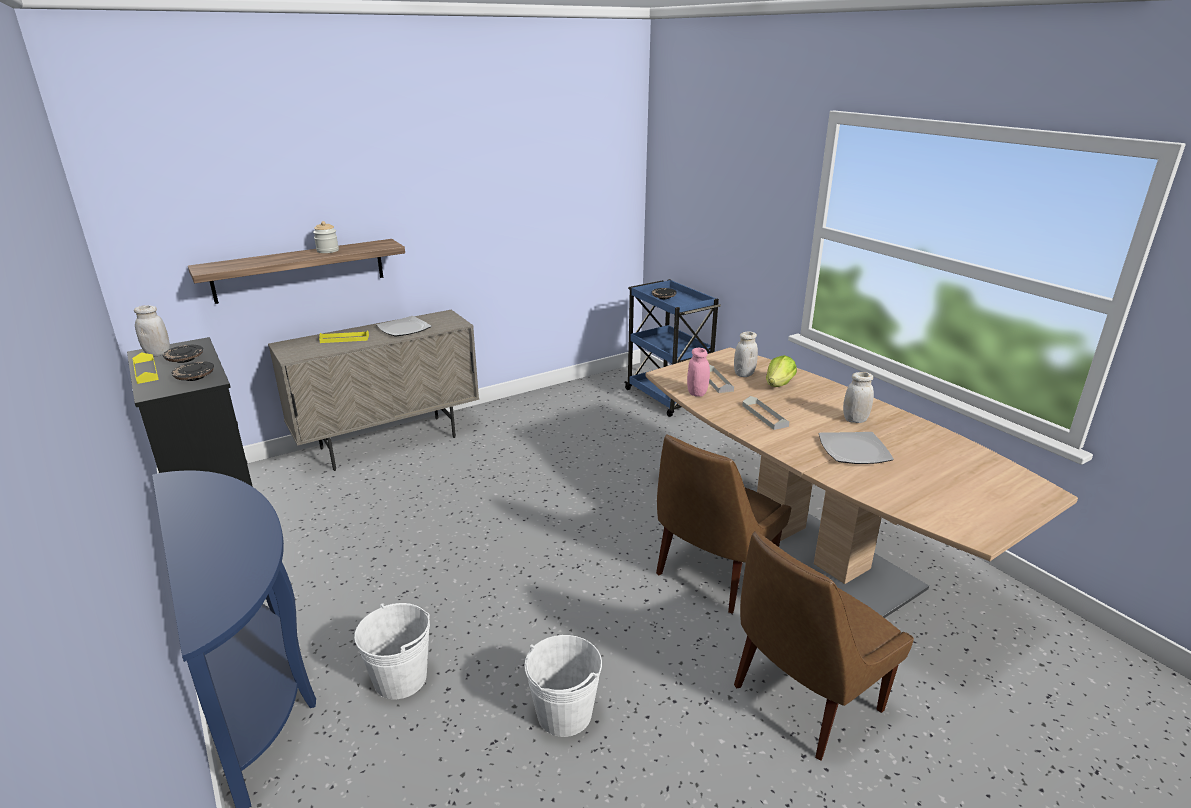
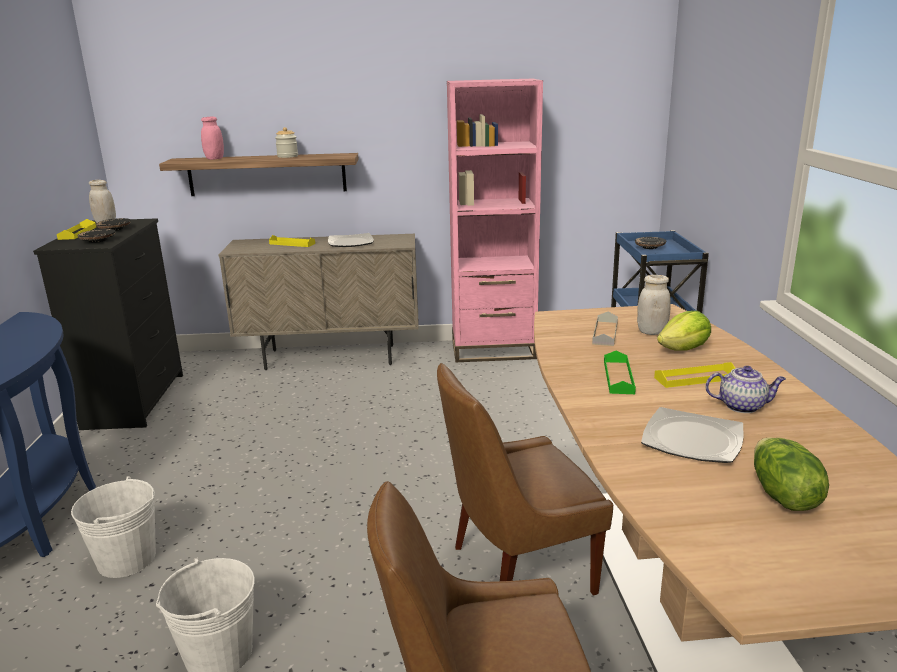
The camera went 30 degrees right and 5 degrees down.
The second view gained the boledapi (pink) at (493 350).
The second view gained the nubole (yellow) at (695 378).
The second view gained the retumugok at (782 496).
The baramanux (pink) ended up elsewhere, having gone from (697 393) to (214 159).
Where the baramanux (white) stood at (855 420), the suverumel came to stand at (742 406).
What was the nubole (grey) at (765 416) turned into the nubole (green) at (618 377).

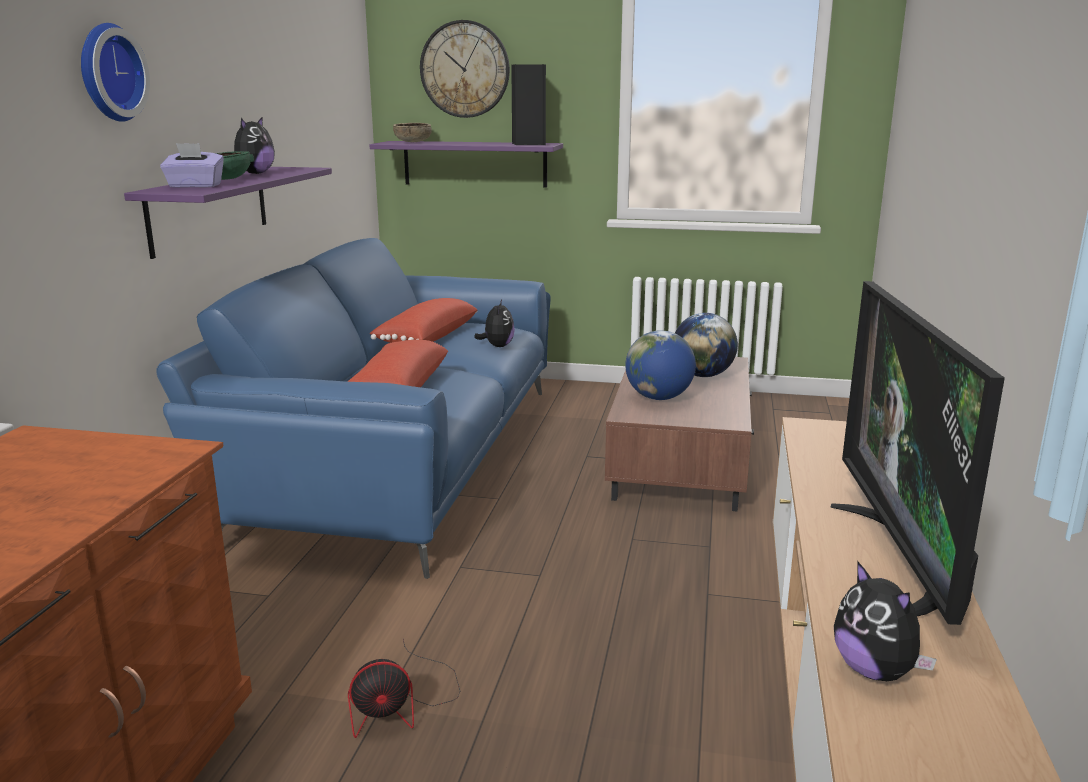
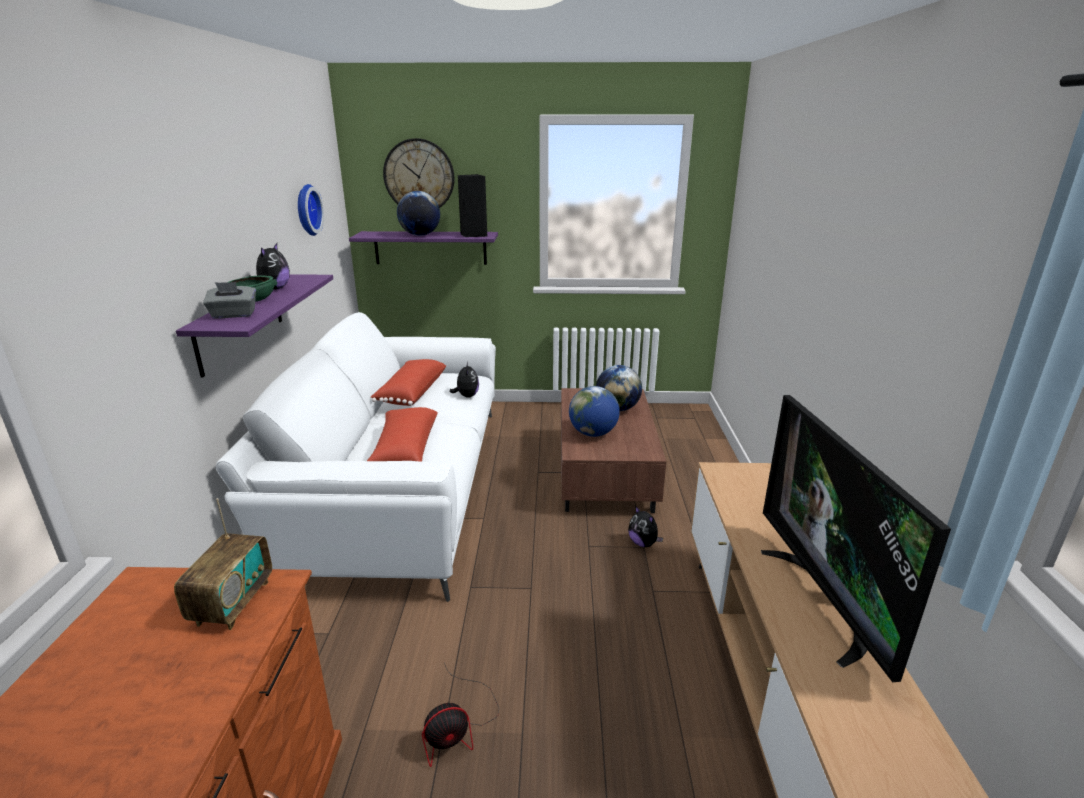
The camera went 10 degrees left and 5 degrees up.
The second view lost the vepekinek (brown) at (412 142).
The second view gained the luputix at (233 603).
The second view gained the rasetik at (420 235).
The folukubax ended up elsewhere, having gone from (107 73) to (306 210).
The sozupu ended up elsewhere, having gone from (875 671) to (643 543).
What was the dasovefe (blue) at (402 456) turned into the dasovefe (white) at (401 485).
What was the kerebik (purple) at (195 186) turned into the kerebik (grey) at (233 315).

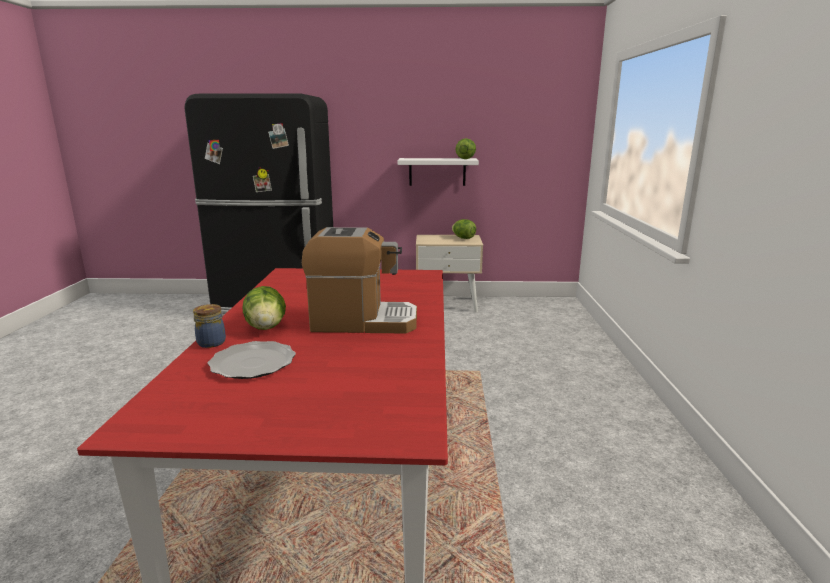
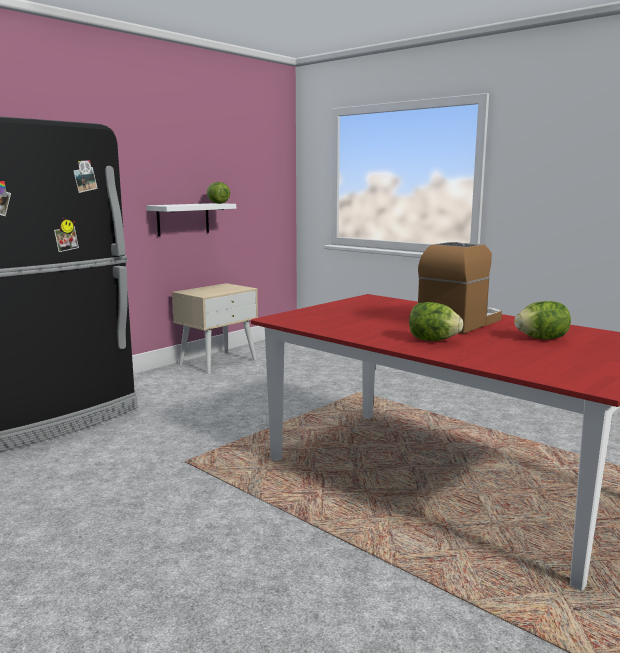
The camera went 50 degrees left and 5 degrees down.
The second view lost the baramanux at (210 342).
The second view lost the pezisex at (253 363).
The retumugok ended up elsewhere, having gone from (463 238) to (541 339).

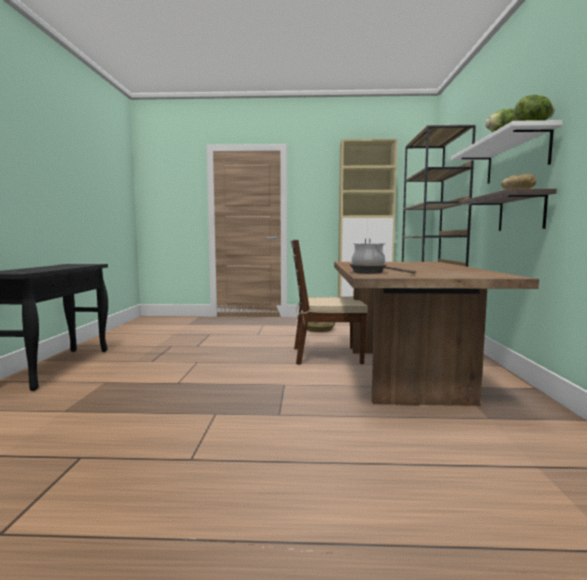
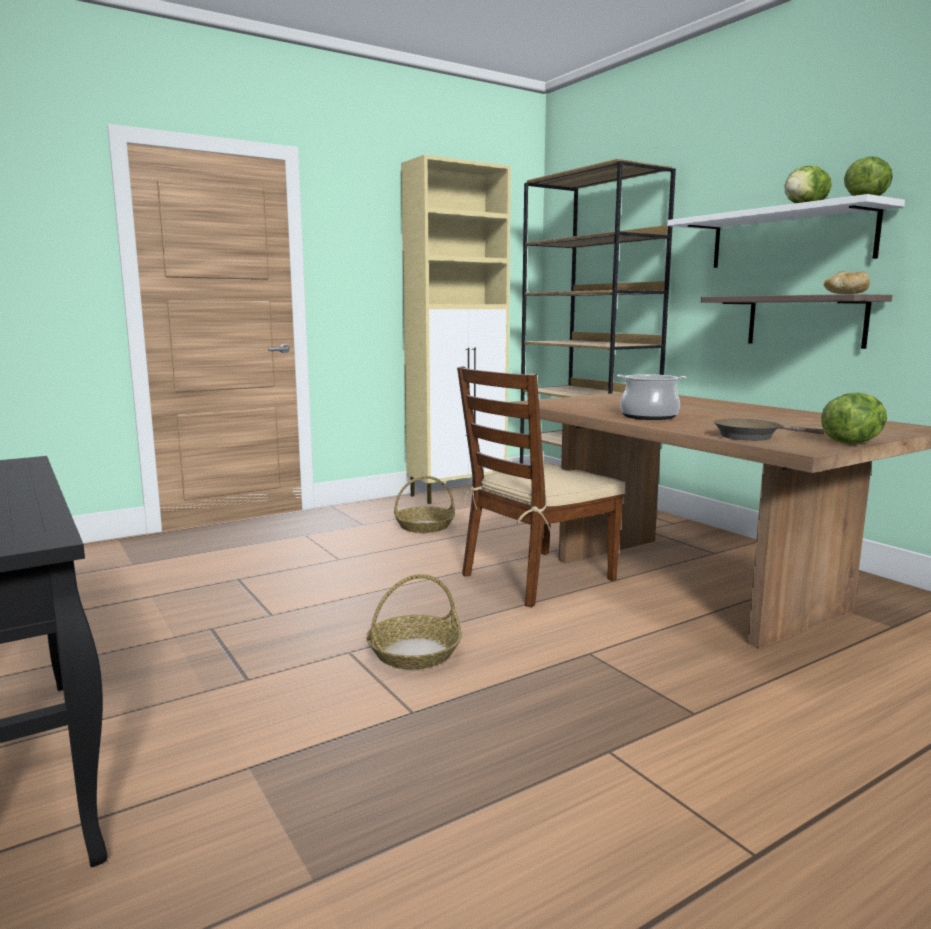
The camera went 35 degrees left and 5 degrees up.
The second view gained the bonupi at (415 652).
The second view gained the retumugok at (852 442).

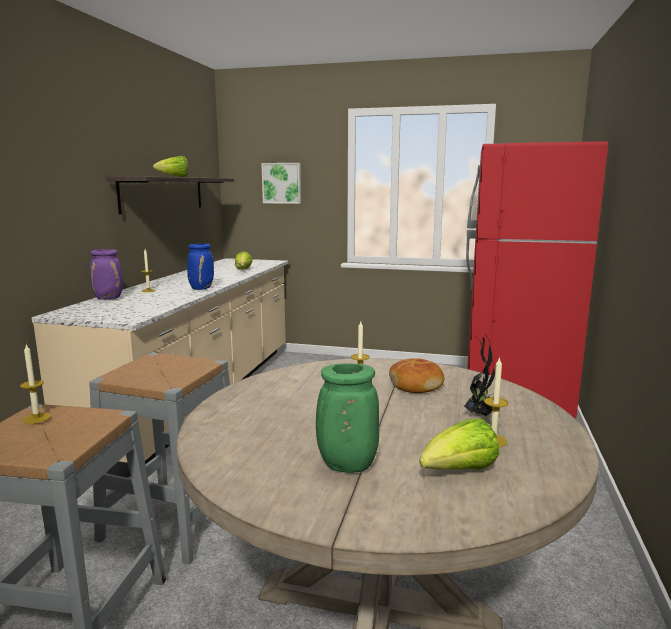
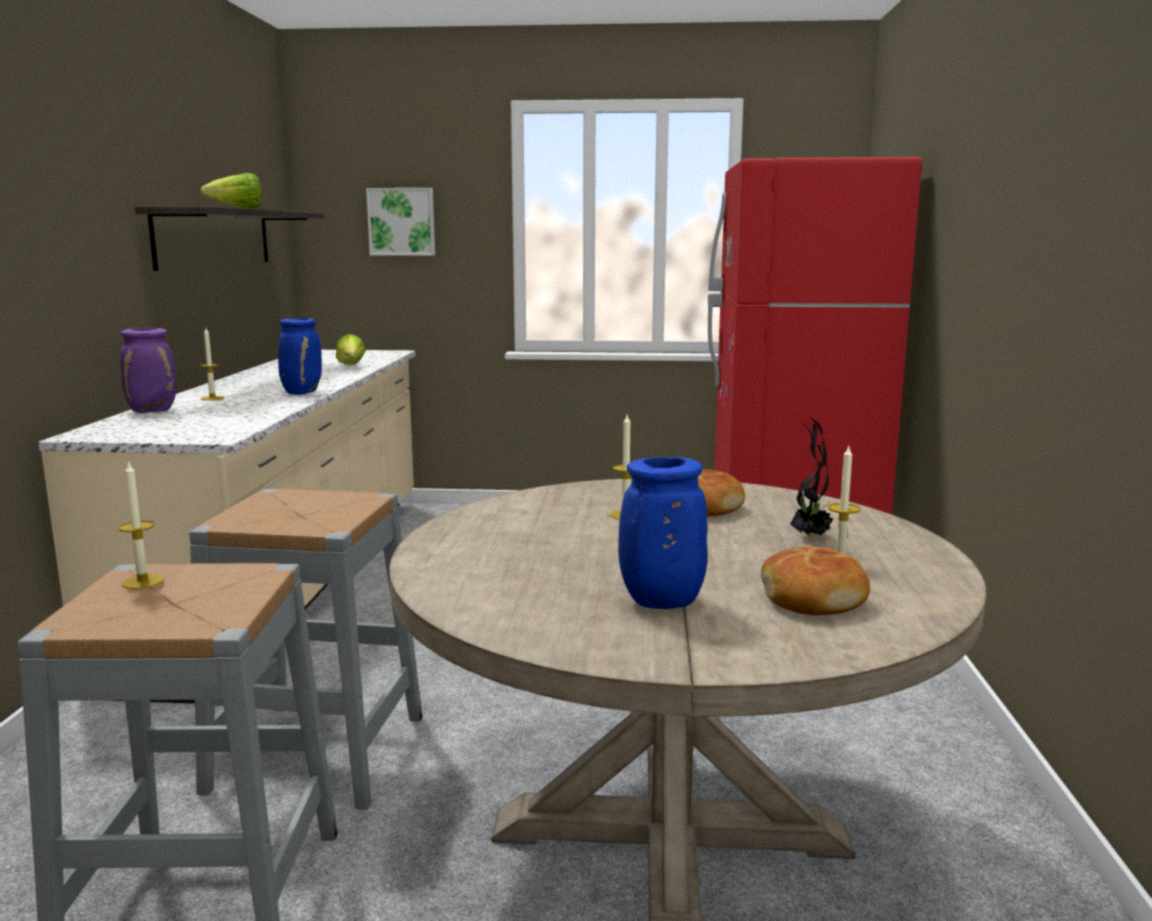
The camera went 10 degrees left and 0 degrees up.
Where the retumugok stood at (459 472), the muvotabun came to stand at (813 598).
What was the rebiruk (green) at (346 466) turned into the rebiruk (blue) at (660 603).

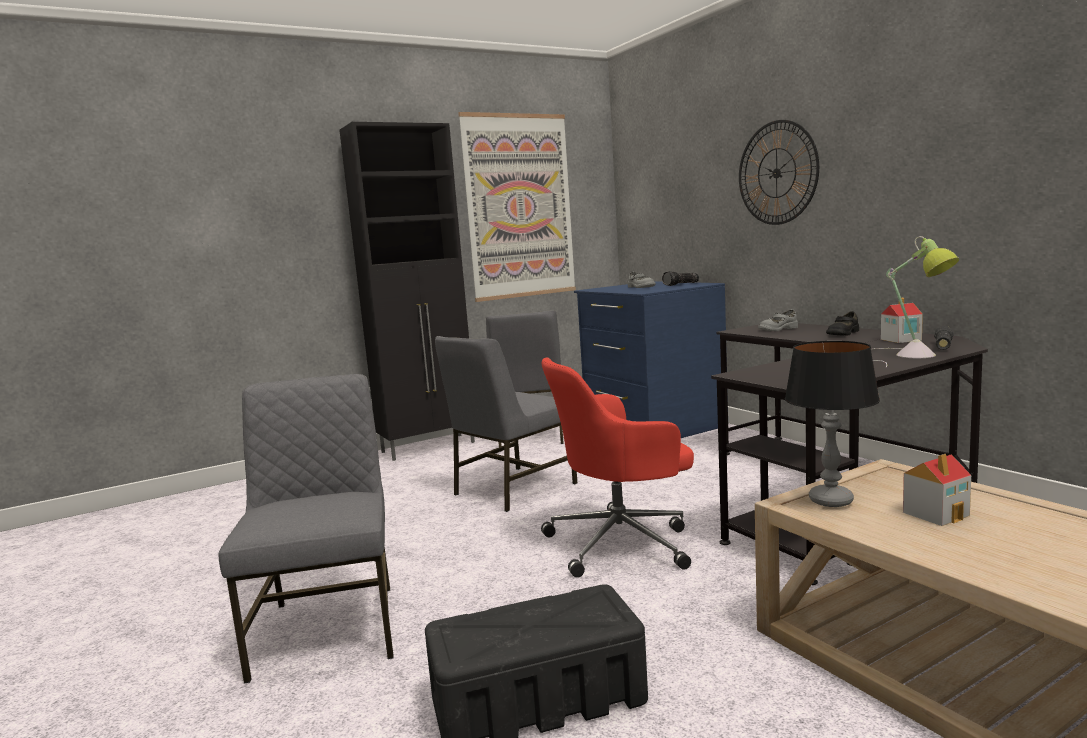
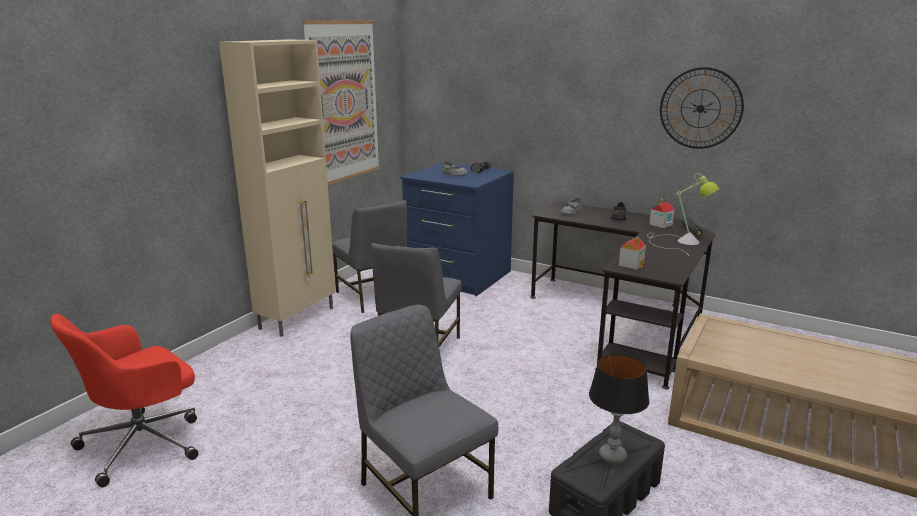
The camera went 30 degrees left and 10 degrees up.
The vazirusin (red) ended up elsewhere, having gone from (622 543) to (144 443).
The folukubax ended up elsewhere, having gone from (777 173) to (700 108).
The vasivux ended up elsewhere, having gone from (831 500) to (612 456).
The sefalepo ended up elsewhere, having gone from (936 513) to (631 264).
What was the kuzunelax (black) at (430 447) turned into the kuzunelax (beige) at (298 318).

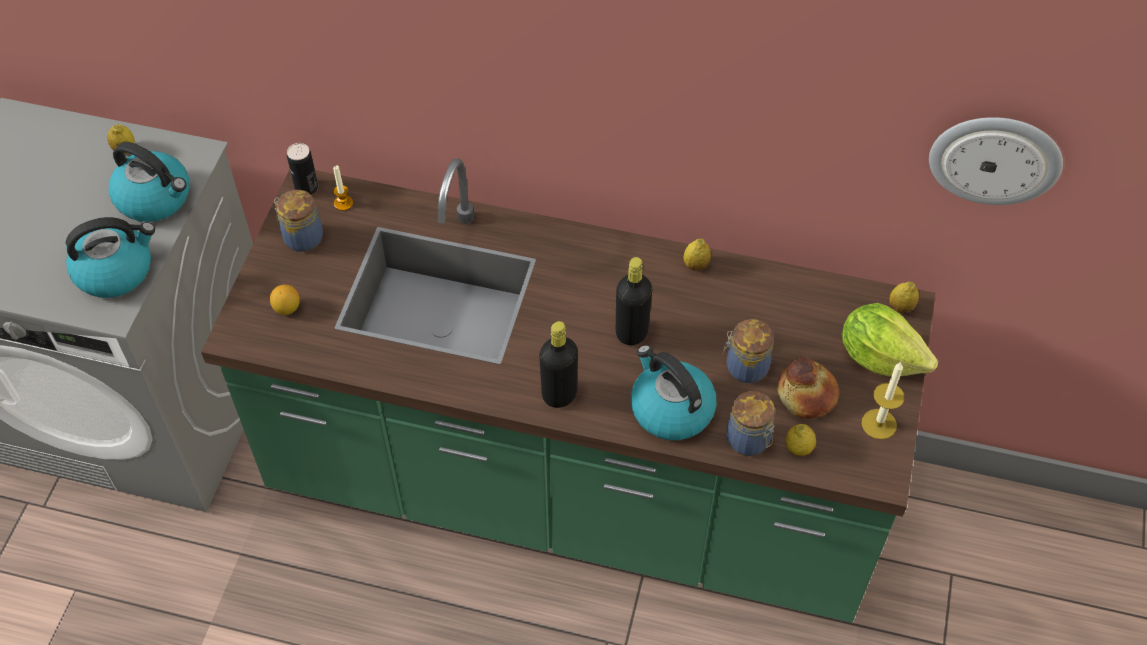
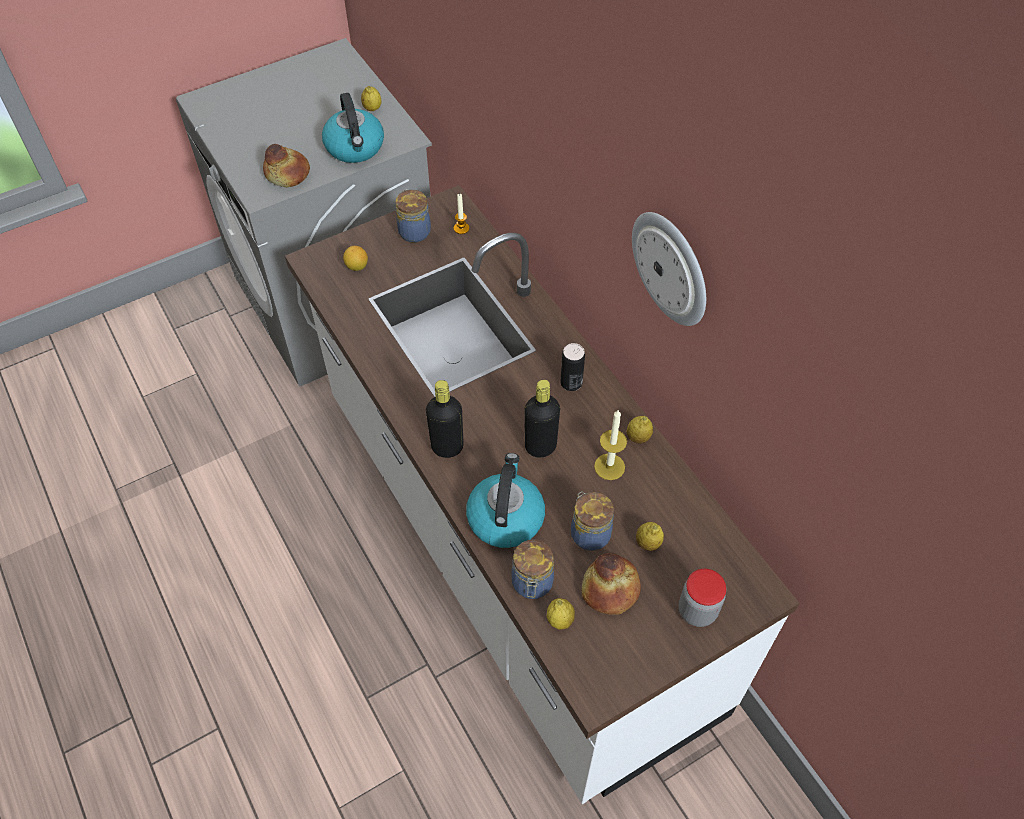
The camera went 45 degrees right and 0 degrees up.
The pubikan ended up elsewhere, having gone from (306 187) to (571 383).
The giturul ended up elsewhere, having gone from (879 424) to (609 466).
The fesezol ended up elsewhere, having gone from (901 307) to (648 543).
The folukubax ended up elsewhere, having gone from (995 158) to (671 267).
Where the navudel stood at (116 270), the muvotabun came to stand at (288 173).
Where the retumugok stood at (879 357), the baramanux came to stand at (697 611).
What was the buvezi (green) at (573 487) turned into the buvezi (white) at (512 551).

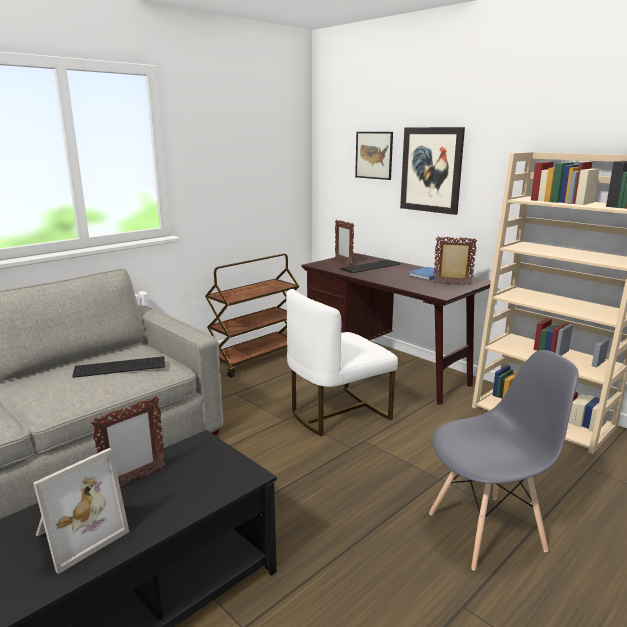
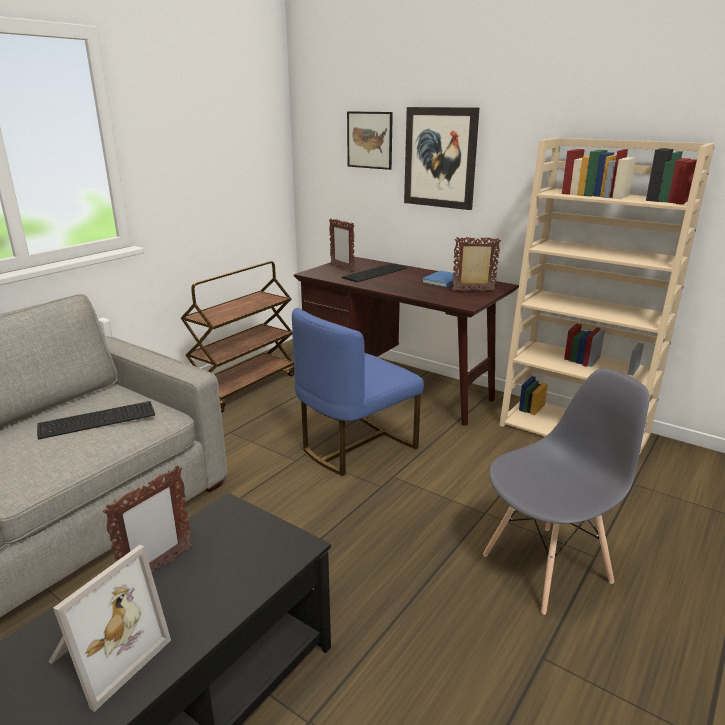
The camera went 10 degrees left and 5 degrees up.
What was the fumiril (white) at (337 413) turned into the fumiril (blue) at (355 446).

